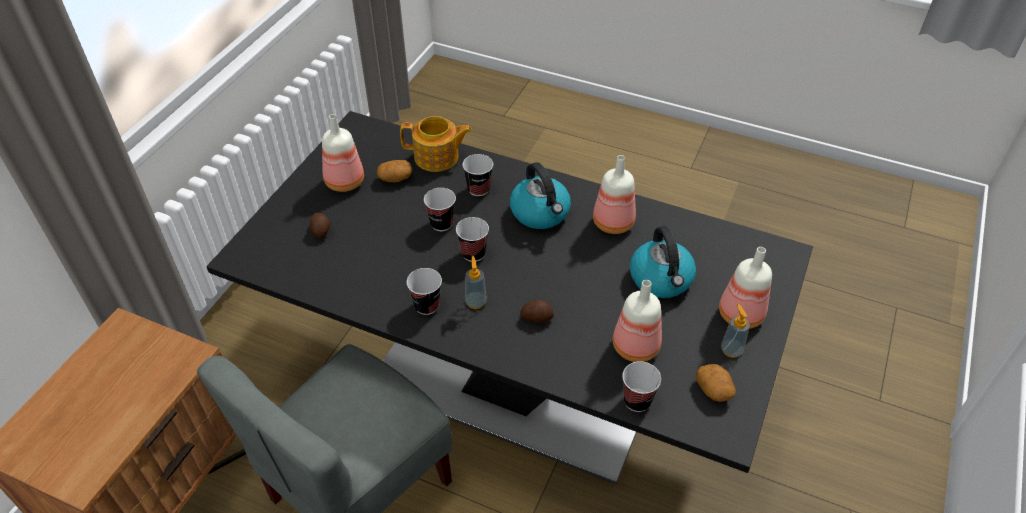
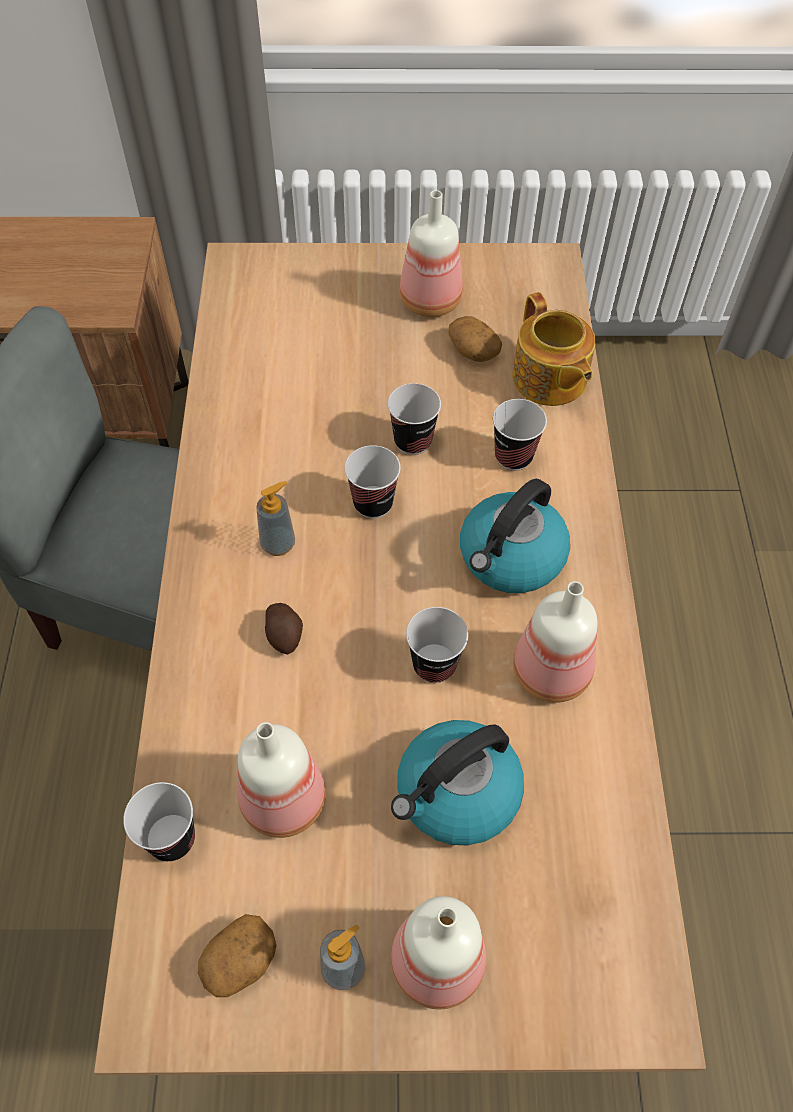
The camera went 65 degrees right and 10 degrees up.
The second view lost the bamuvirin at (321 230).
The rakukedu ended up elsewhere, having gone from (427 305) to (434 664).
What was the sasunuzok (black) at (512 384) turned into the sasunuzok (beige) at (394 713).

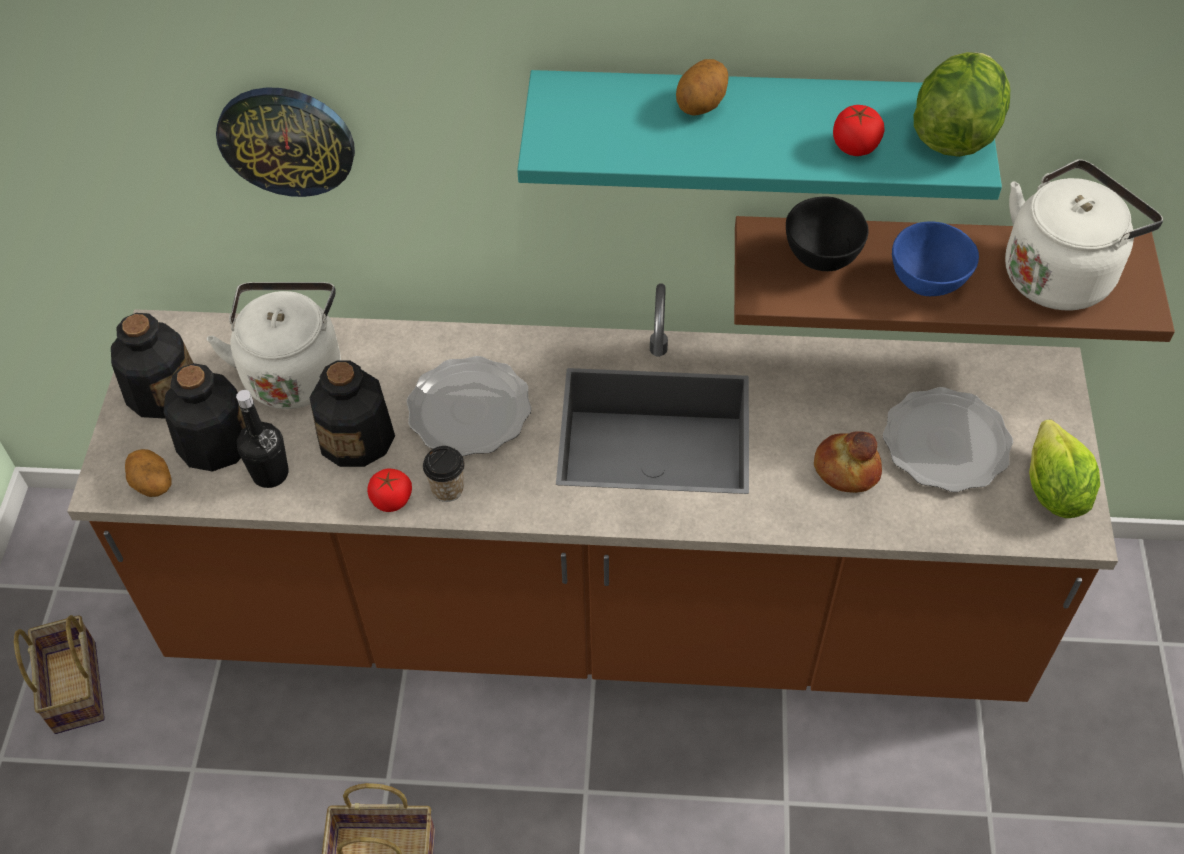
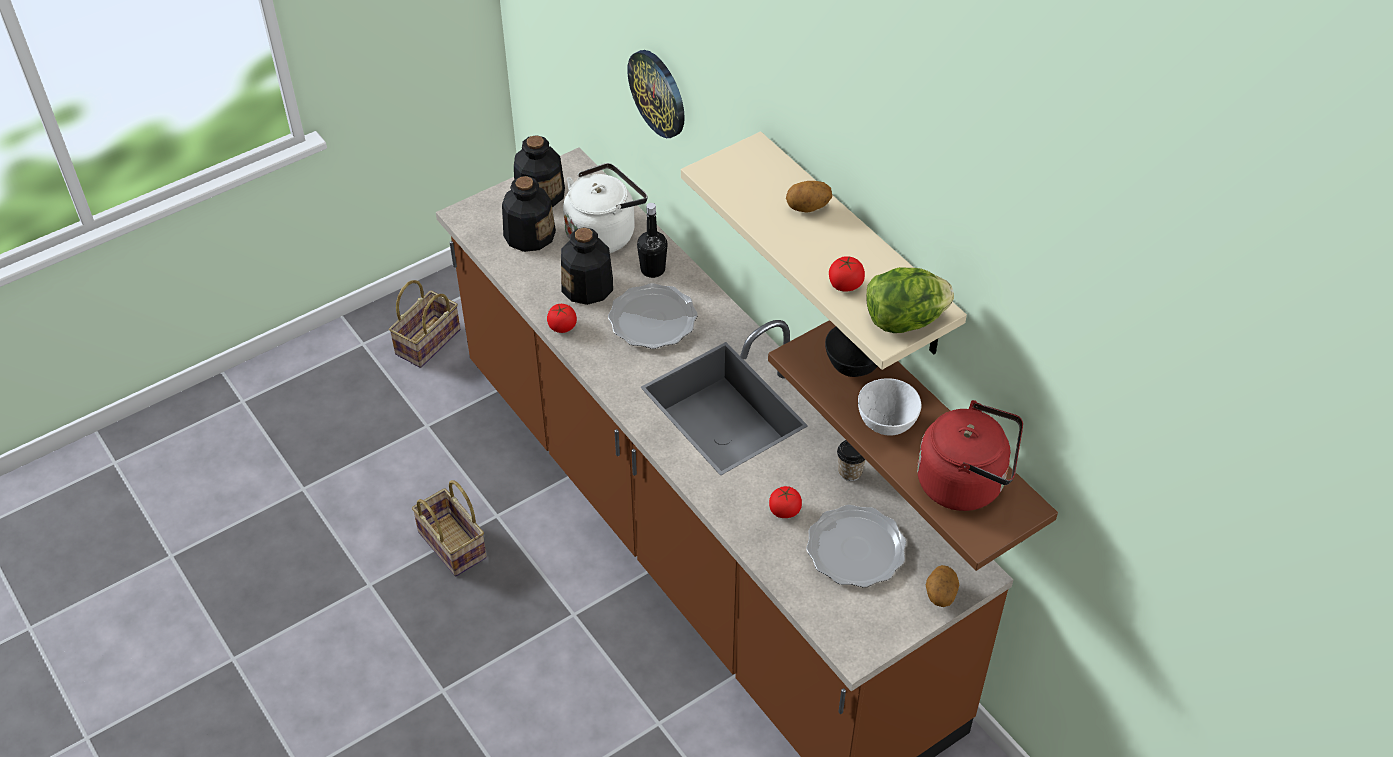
The camera went 50 degrees right and 5 degrees down.
The second view lost the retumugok at (1053 491).
The bamuvirin ended up elsewhere, having gone from (152 485) to (940 595).
The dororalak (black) ended up elsewhere, having gone from (270 474) to (652 269).
The rakukedu ended up elsewhere, having gone from (447 489) to (850 472).
Where the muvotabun stood at (846 469), the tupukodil came to stand at (784 510).
What was the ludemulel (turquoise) at (752 121) turned into the ludemulel (beige) at (855 247).
What was the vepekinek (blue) at (928 283) turned into the vepekinek (white) at (886 424).
What was the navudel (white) at (1061 273) turned into the navudel (red) at (966 483).

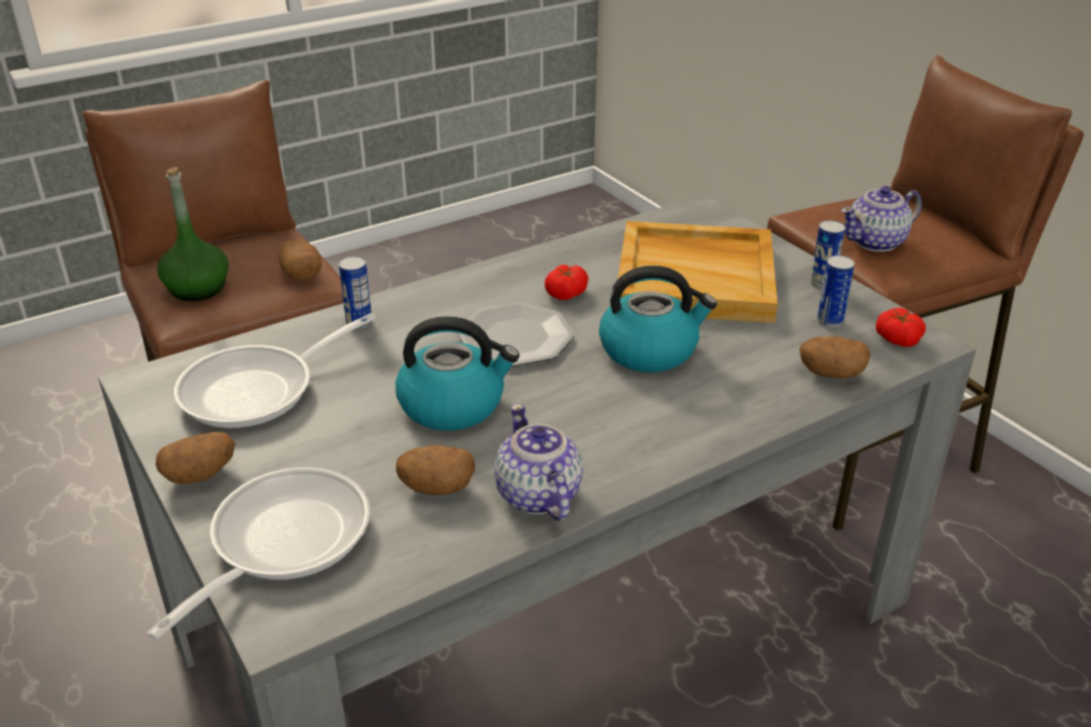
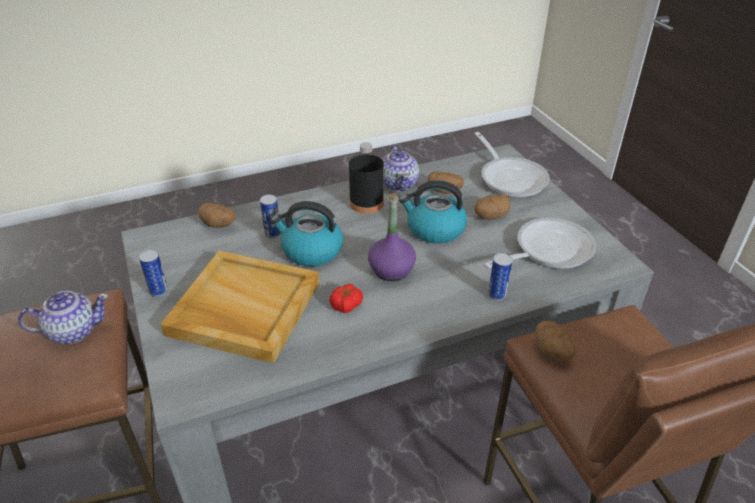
The camera went 170 degrees left and 5 degrees up.
The second view lost the dororalak (green) at (197 289).
The second view lost the tupukodil at (897 339).
The second view gained the dororalak (black) at (366 203).
The bamuvirin ended up elsewhere, having gone from (201 475) to (490 216).
The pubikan ended up elsewhere, having gone from (830 321) to (272 234).
Where the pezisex stood at (516 337), the dororalak (purple) came to stand at (391 270).
The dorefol at (281 543) ended up facing another way, 60 degrees counterclockwise from before.

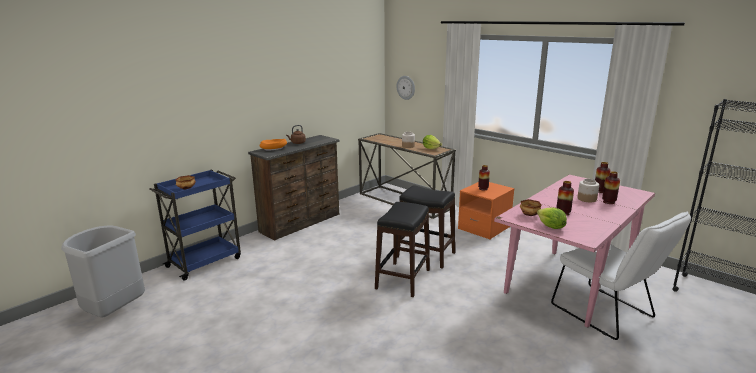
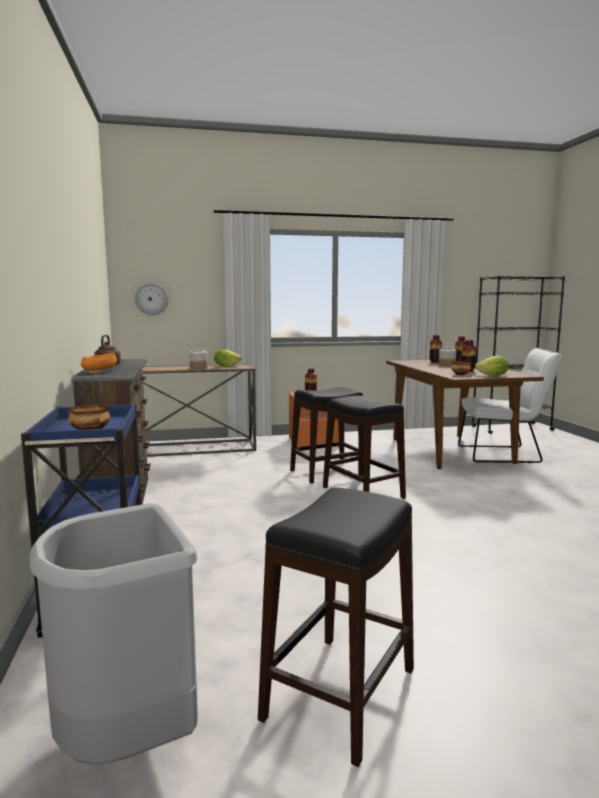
The camera went 55 degrees left and 10 degrees down.
The second view gained the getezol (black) at (339 693).
What was the sasunuzok (pink) at (568 285) turned into the sasunuzok (brown) at (450 450).

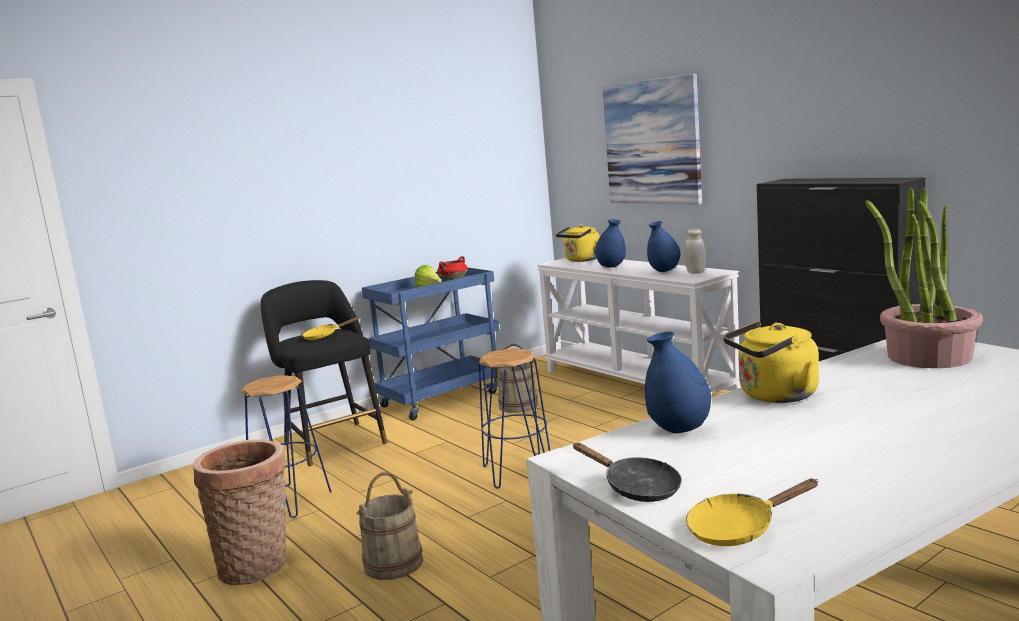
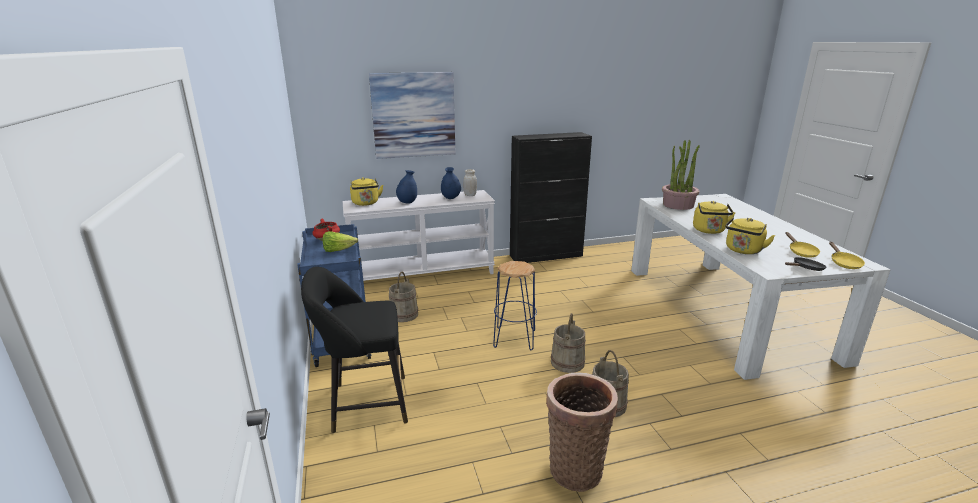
The camera went 70 degrees left and 10 degrees up.
The second view lost the getezol (blue) at (290 501).
The second view gained the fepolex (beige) at (567 362).
The dorefol (yellow) ended up elsewhere, having gone from (324 336) to (801 252).
Where the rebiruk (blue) stood at (679 430), the navudel (yellow) came to stand at (743 251).

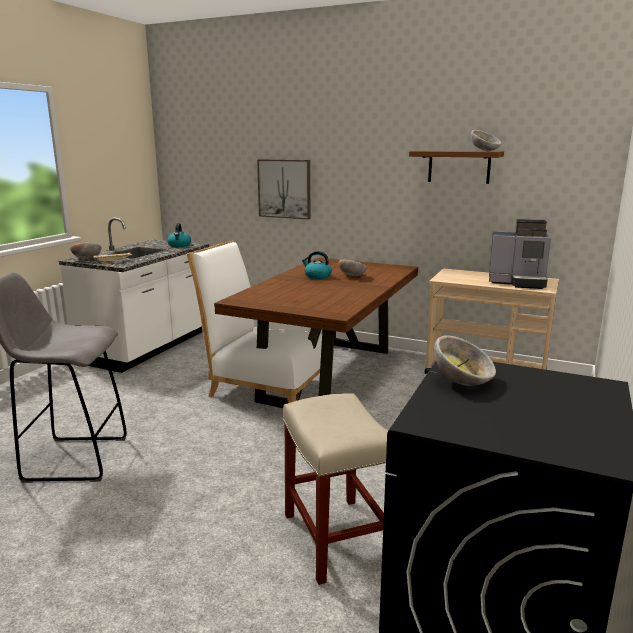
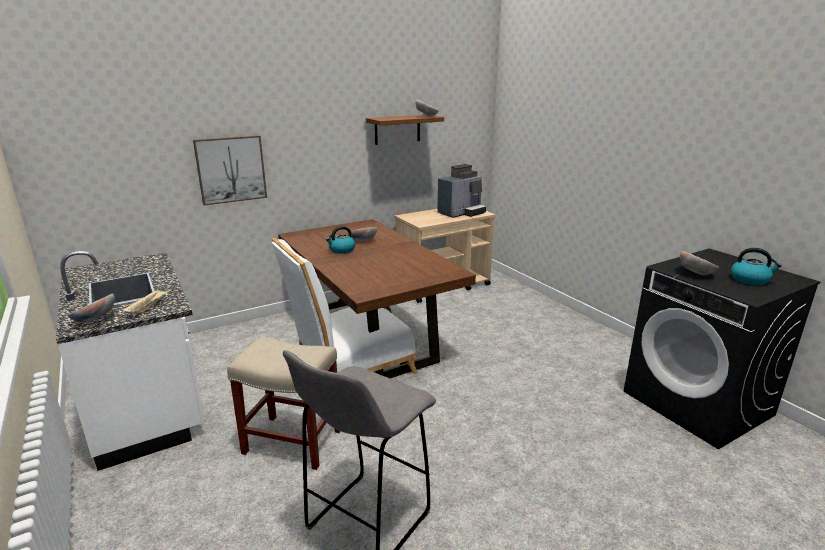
The camera went 55 degrees left and 5 degrees up.
The navudel ended up elsewhere, having gone from (179 245) to (750 280).
The getezol (beige) ended up elsewhere, having gone from (336 537) to (291 441).

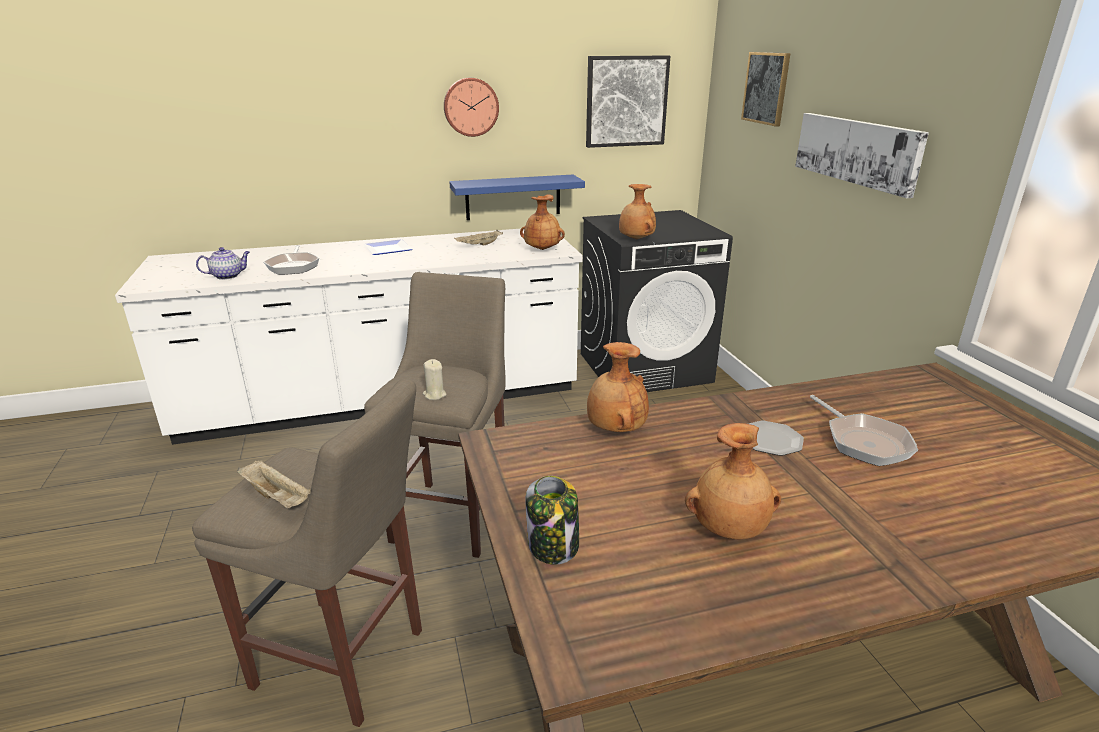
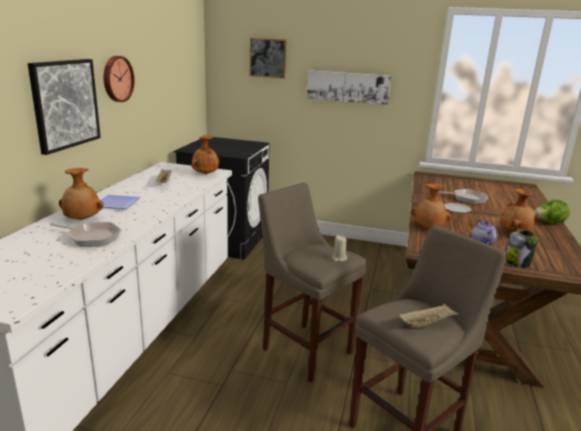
The camera went 60 degrees left and 5 degrees down.
The second view lost the ludemulel (blue) at (513 197).
The second view gained the retumugok at (548 223).
The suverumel ended up elsewhere, having gone from (228 276) to (482 242).
The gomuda ended up elsewhere, having gone from (626 101) to (65 104).
The rebiruk (brown) ended up elsewhere, having gone from (635 239) to (82 219).

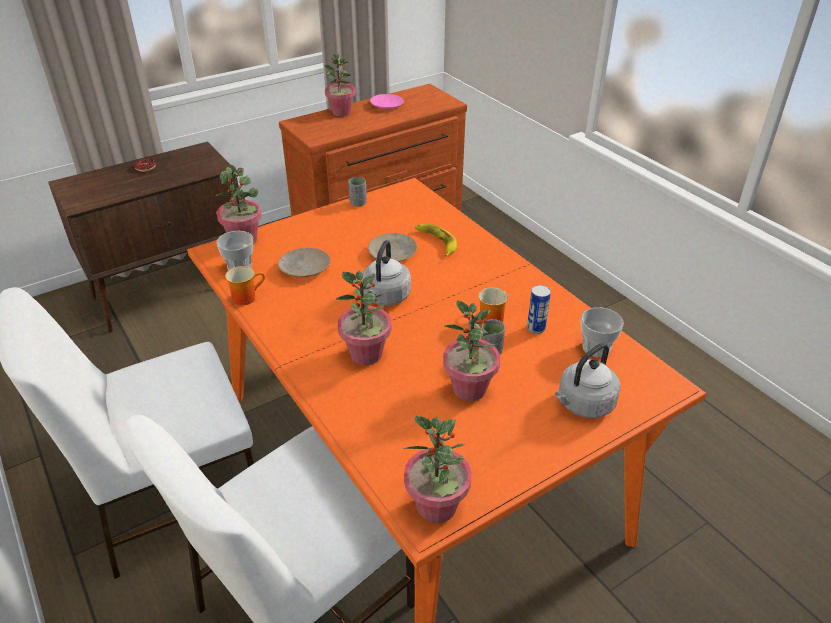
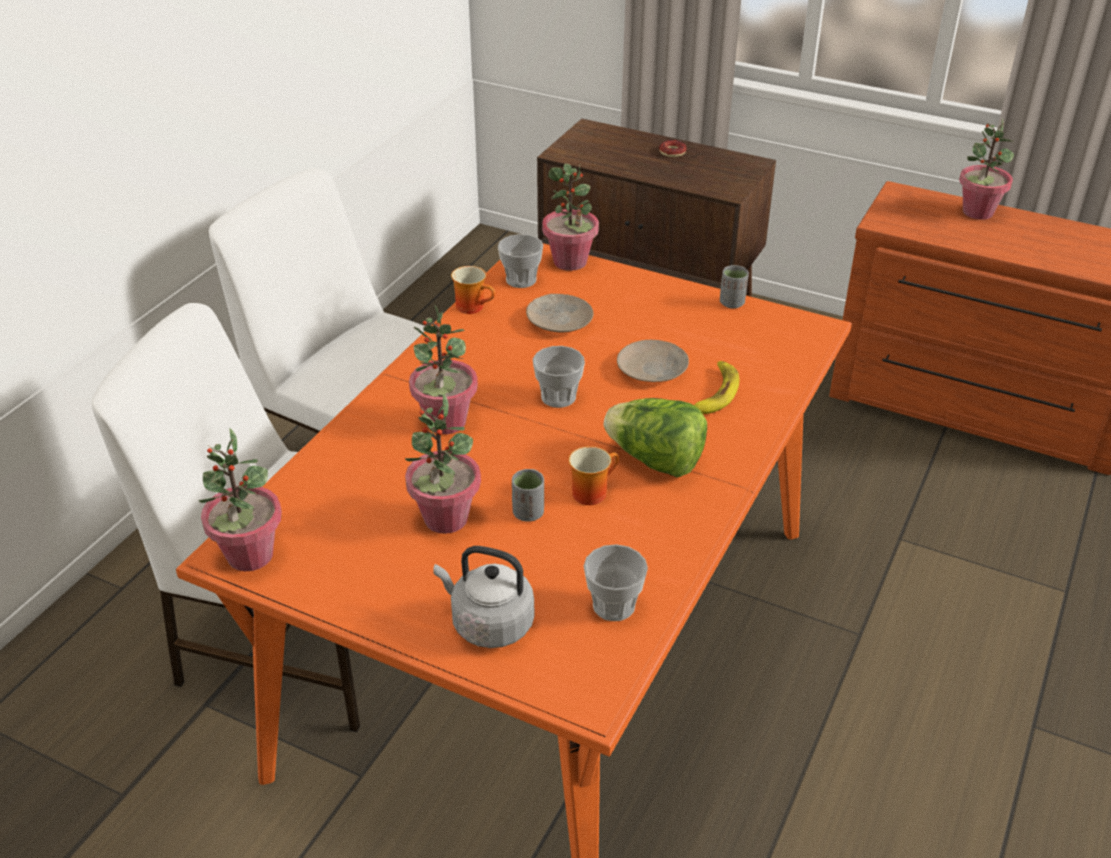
The camera went 60 degrees right and 0 degrees up.
The second view lost the pezisex (pink) at (386 105).
The second view lost the pubikan at (536 328).
The second view gained the retumugok at (655 461).
Where the navudel (grey) stood at (385 298), the rakukedu came to stand at (558 397).

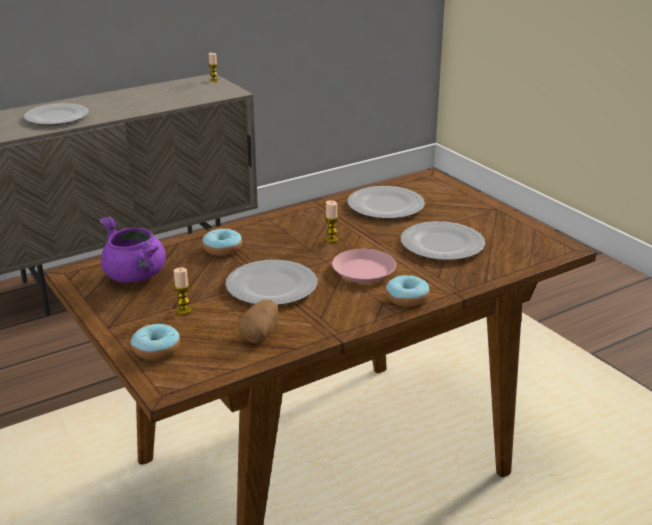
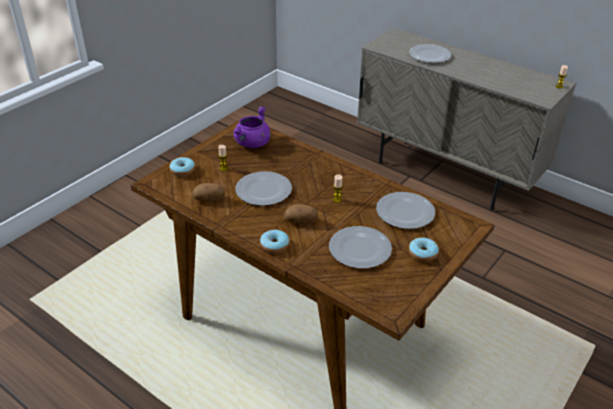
The camera went 70 degrees right and 10 degrees up.
The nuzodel ended up elsewhere, having gone from (222 249) to (422 254).
Where the pezisex (pink) stood at (363 271), the bamuvirin came to stand at (301 221).

